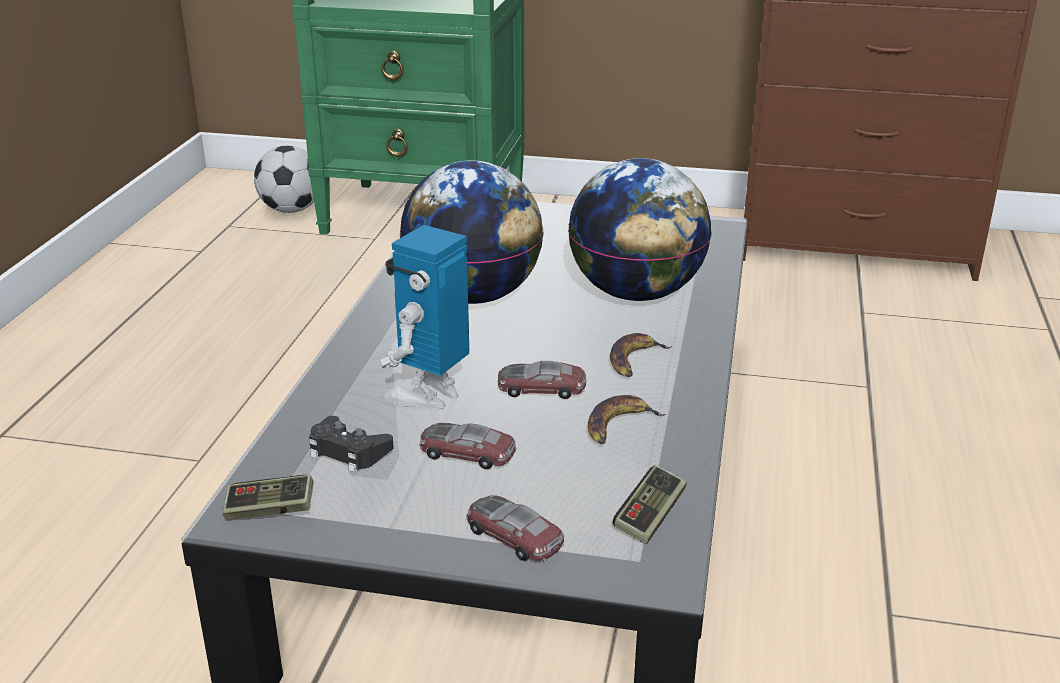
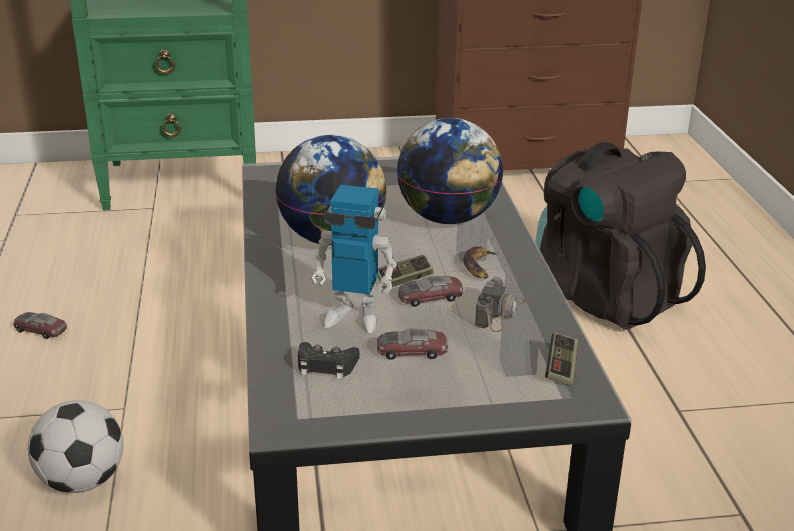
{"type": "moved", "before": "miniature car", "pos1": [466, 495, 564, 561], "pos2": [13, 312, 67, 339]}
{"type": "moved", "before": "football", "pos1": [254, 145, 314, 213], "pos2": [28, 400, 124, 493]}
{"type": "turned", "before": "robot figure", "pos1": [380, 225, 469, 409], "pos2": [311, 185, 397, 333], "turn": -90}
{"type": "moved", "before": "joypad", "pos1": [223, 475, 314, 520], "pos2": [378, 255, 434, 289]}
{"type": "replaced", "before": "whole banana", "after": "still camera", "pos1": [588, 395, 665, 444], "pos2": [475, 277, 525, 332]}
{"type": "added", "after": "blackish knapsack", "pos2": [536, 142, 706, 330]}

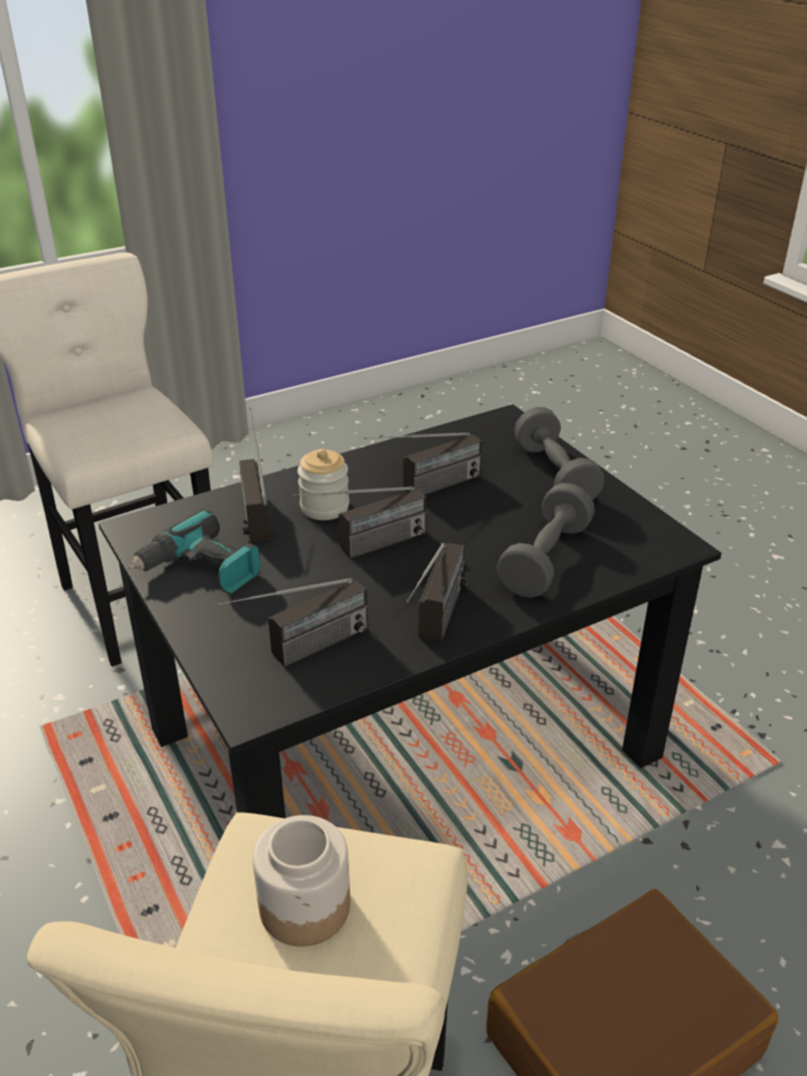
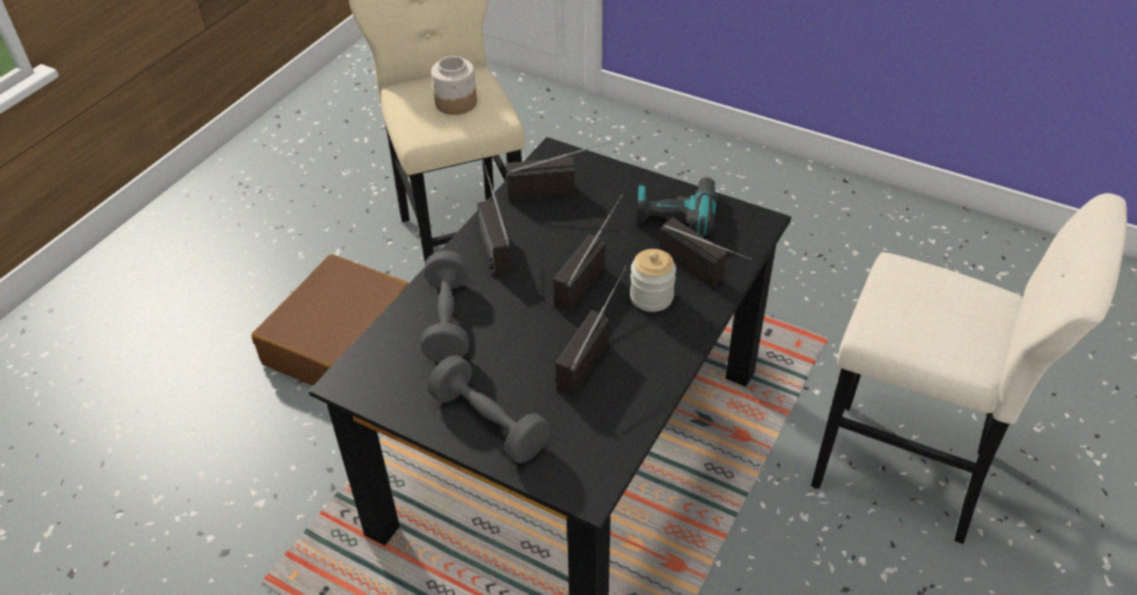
{"type": "turned", "before": "radio receiver", "pos1": [214, 578, 368, 667], "pos2": [506, 141, 612, 200], "turn": 60}

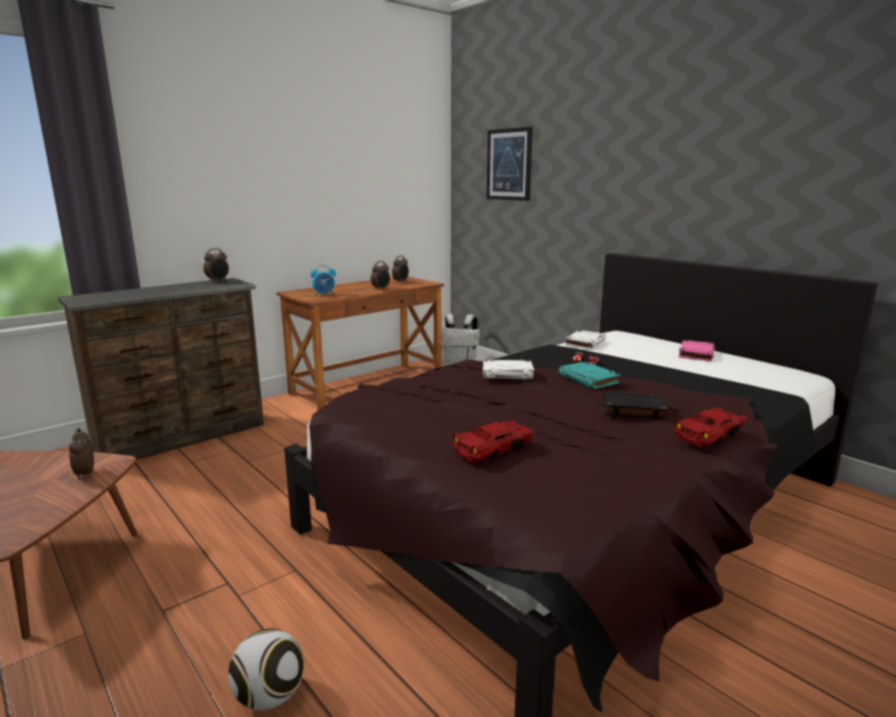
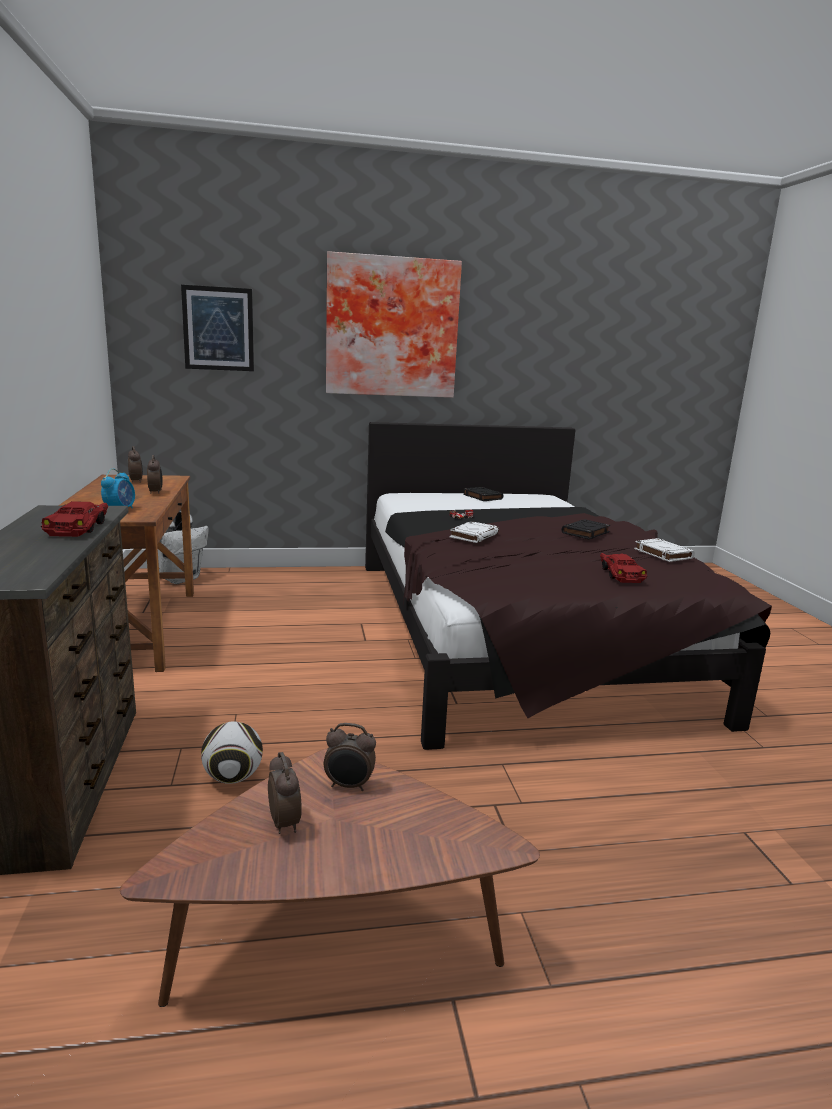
{"type": "moved", "before": "reddish miniature car", "pos1": [674, 408, 747, 447], "pos2": [41, 501, 108, 537]}
{"type": "moved", "before": "football", "pos1": [228, 629, 304, 710], "pos2": [201, 721, 263, 784]}
{"type": "moved", "before": "alarm clock", "pos1": [203, 248, 229, 282], "pos2": [268, 752, 302, 834]}
{"type": "added", "after": "wall art", "pos2": [326, 251, 462, 398]}
{"type": "recoloured", "before": "pink-coloured volume", "after": "blackish volume", "pos1": [679, 340, 715, 361], "pos2": [463, 487, 503, 501]}
{"type": "moved", "before": "white-coloured volume", "pos1": [565, 330, 606, 349], "pos2": [634, 538, 695, 562]}
{"type": "removed", "before": "turquoise volume", "pos1": [558, 361, 621, 389]}

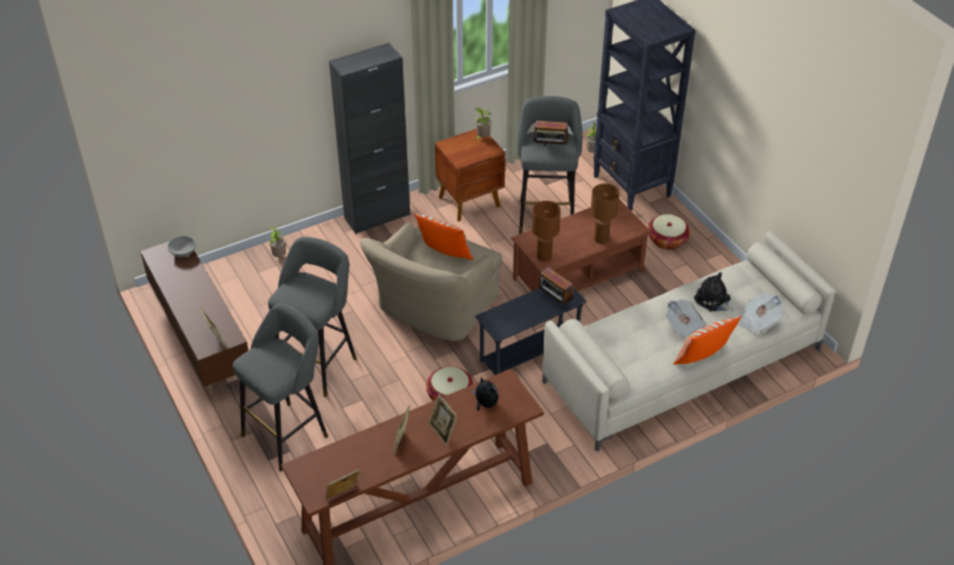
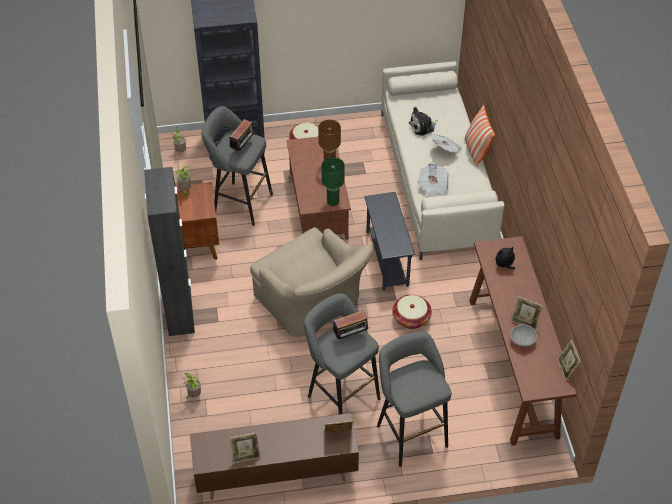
{"type": "moved", "before": "standing frame", "pos1": [429, 394, 457, 446], "pos2": [230, 432, 260, 463]}
{"type": "recoloured", "before": "brown-coloured tabletop lamp", "after": "green tabletop lamp", "pos1": [532, 201, 561, 262], "pos2": [321, 157, 345, 206]}
{"type": "moved", "before": "radio receiver", "pos1": [539, 267, 574, 306], "pos2": [333, 310, 370, 339]}
{"type": "moved", "before": "printed paper", "pos1": [737, 292, 784, 335], "pos2": [418, 163, 449, 197]}
{"type": "moved", "before": "greyish serving bowl", "pos1": [167, 236, 196, 257], "pos2": [510, 324, 537, 347]}
{"type": "removed", "before": "throw pillow", "pos1": [414, 213, 474, 260]}

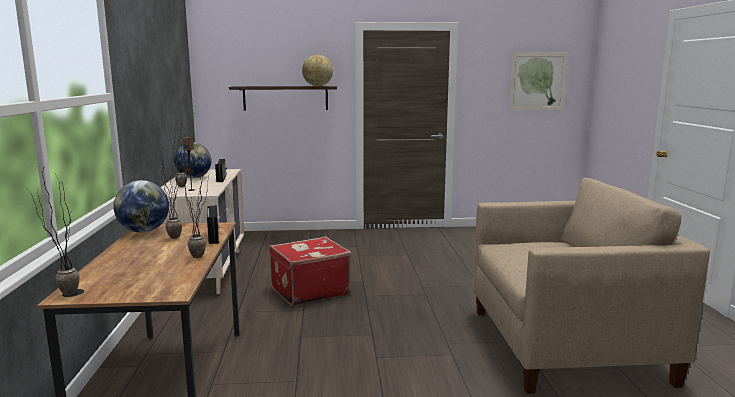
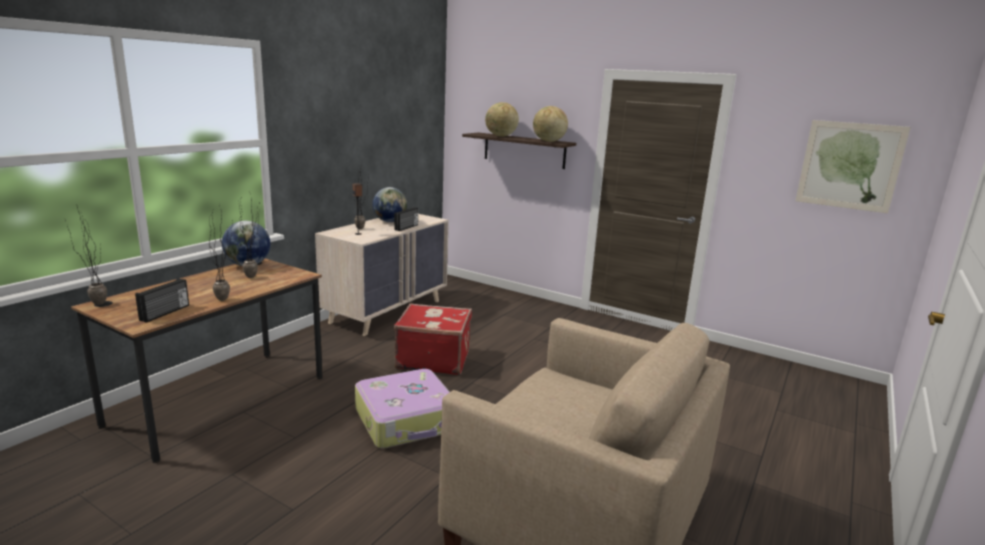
{"type": "moved", "before": "radio receiver", "pos1": [207, 205, 220, 244], "pos2": [135, 278, 189, 323]}
{"type": "added", "after": "piece of luggage", "pos2": [355, 369, 450, 448]}
{"type": "added", "after": "world globe", "pos2": [485, 102, 519, 137]}

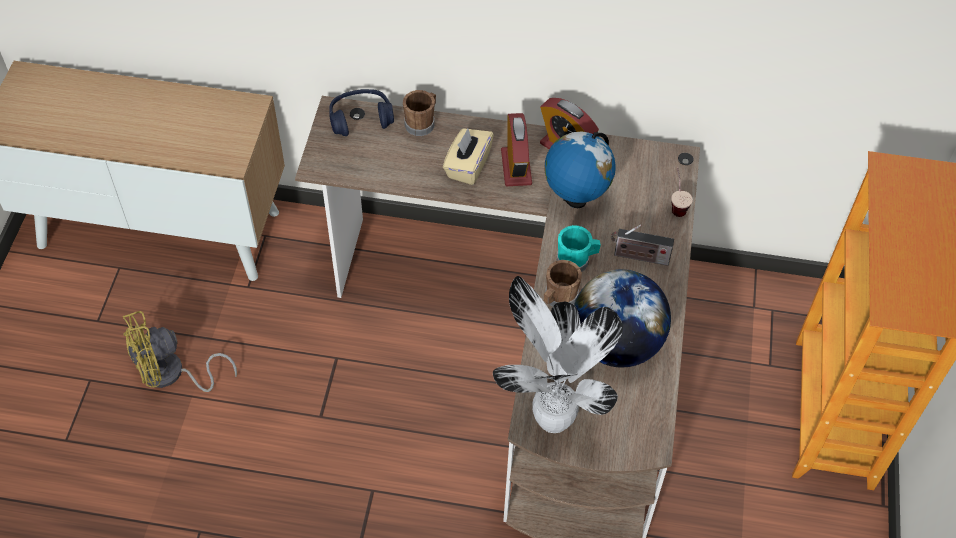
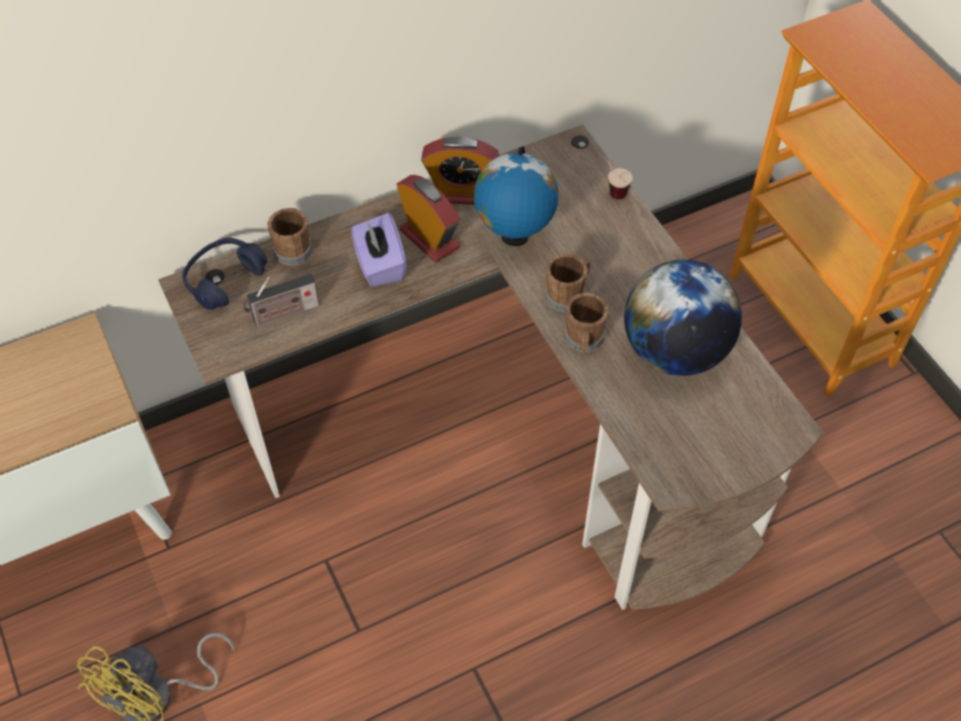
{"type": "moved", "before": "radio receiver", "pos1": [611, 225, 674, 266], "pos2": [242, 274, 319, 327]}
{"type": "recoloured", "before": "sand-coloured box of tissues", "after": "purple-coloured box of tissues", "pos1": [443, 128, 494, 185], "pos2": [351, 213, 407, 287]}
{"type": "recoloured", "before": "turquoise tea mug", "after": "brown-coloured tea mug", "pos1": [557, 225, 601, 272], "pos2": [545, 254, 591, 312]}
{"type": "removed", "before": "houseplant", "pos1": [493, 276, 623, 433]}

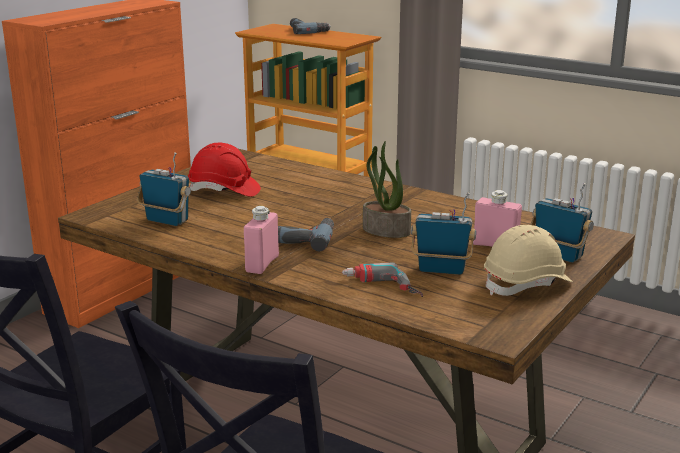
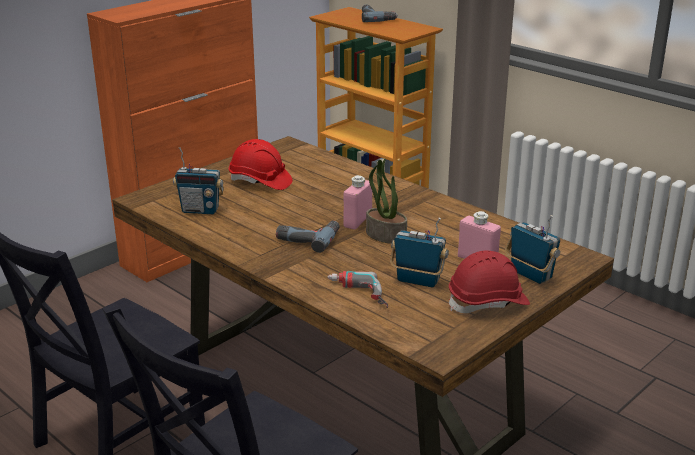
{"type": "turned", "before": "radio receiver", "pos1": [137, 152, 191, 226], "pos2": [173, 147, 224, 214], "turn": 150}
{"type": "moved", "before": "pink-coloured drink bottle", "pos1": [244, 206, 279, 274], "pos2": [343, 175, 372, 230]}
{"type": "recoloured", "before": "sand-coloured hard hat", "after": "reddish hard hat", "pos1": [484, 225, 573, 296], "pos2": [449, 250, 530, 313]}

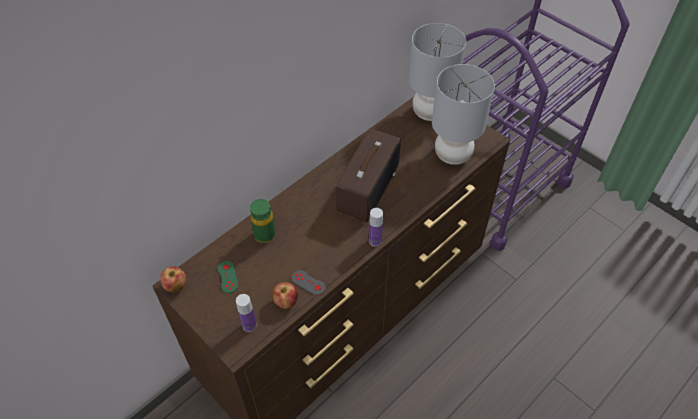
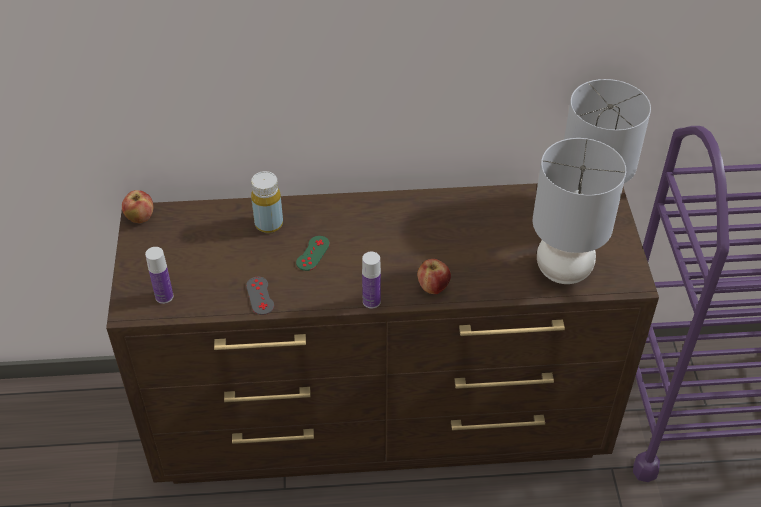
{"type": "recoloured", "before": "green drink bottle", "after": "yellow-coloured drink bottle", "pos1": [250, 199, 276, 243], "pos2": [251, 171, 283, 233]}
{"type": "moved", "before": "green joypad", "pos1": [218, 261, 238, 293], "pos2": [296, 236, 330, 271]}
{"type": "moved", "before": "apple", "pos1": [272, 283, 298, 309], "pos2": [417, 259, 451, 294]}
{"type": "removed", "before": "radio receiver", "pos1": [336, 129, 401, 222]}

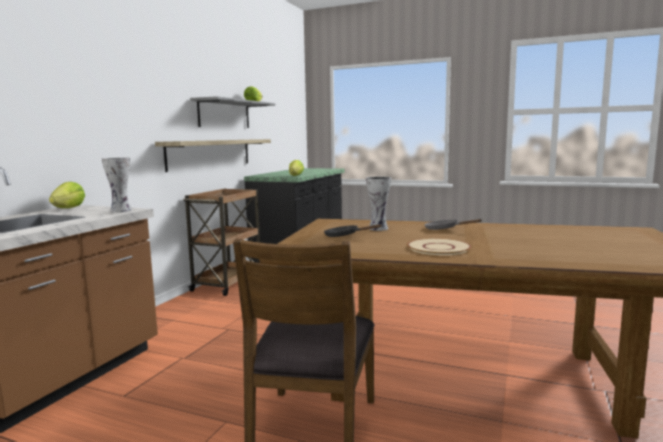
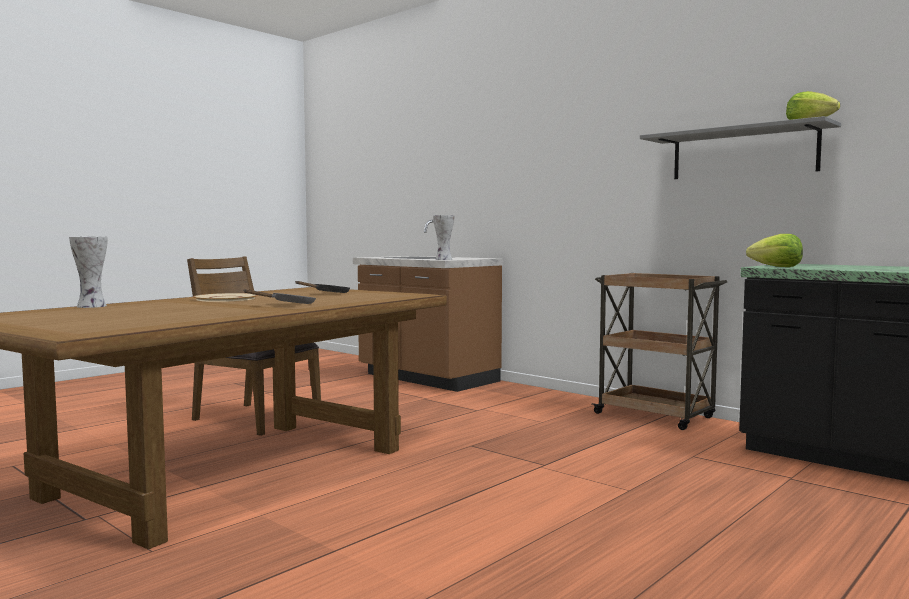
{"type": "moved", "before": "flower vase", "pos1": [366, 177, 391, 231], "pos2": [69, 237, 108, 308]}
{"type": "removed", "before": "head of lettuce", "pos1": [49, 182, 85, 208]}
{"type": "removed", "before": "wall shelf", "pos1": [155, 139, 271, 172]}

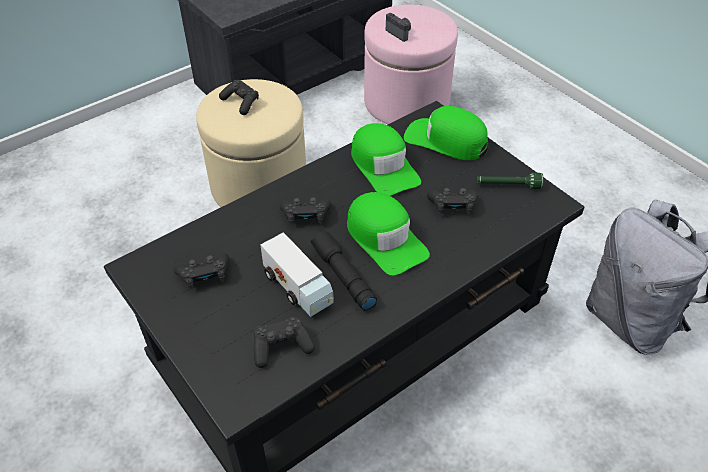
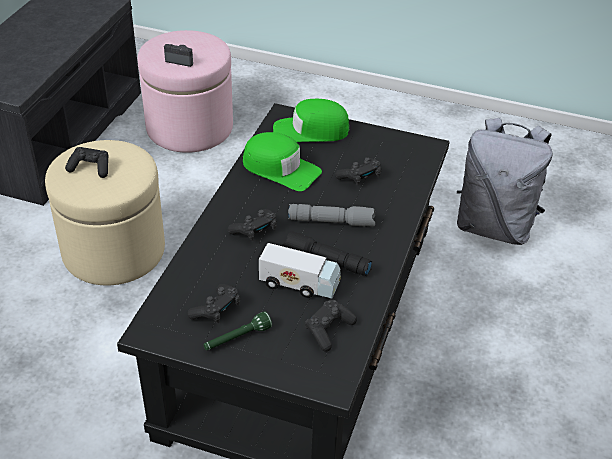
{"type": "moved", "before": "green hand torch", "pos1": [477, 173, 544, 189], "pos2": [204, 311, 272, 350]}
{"type": "replaced", "before": "green baseball cap", "after": "greyish hand torch", "pos1": [347, 192, 430, 275], "pos2": [288, 204, 376, 227]}

